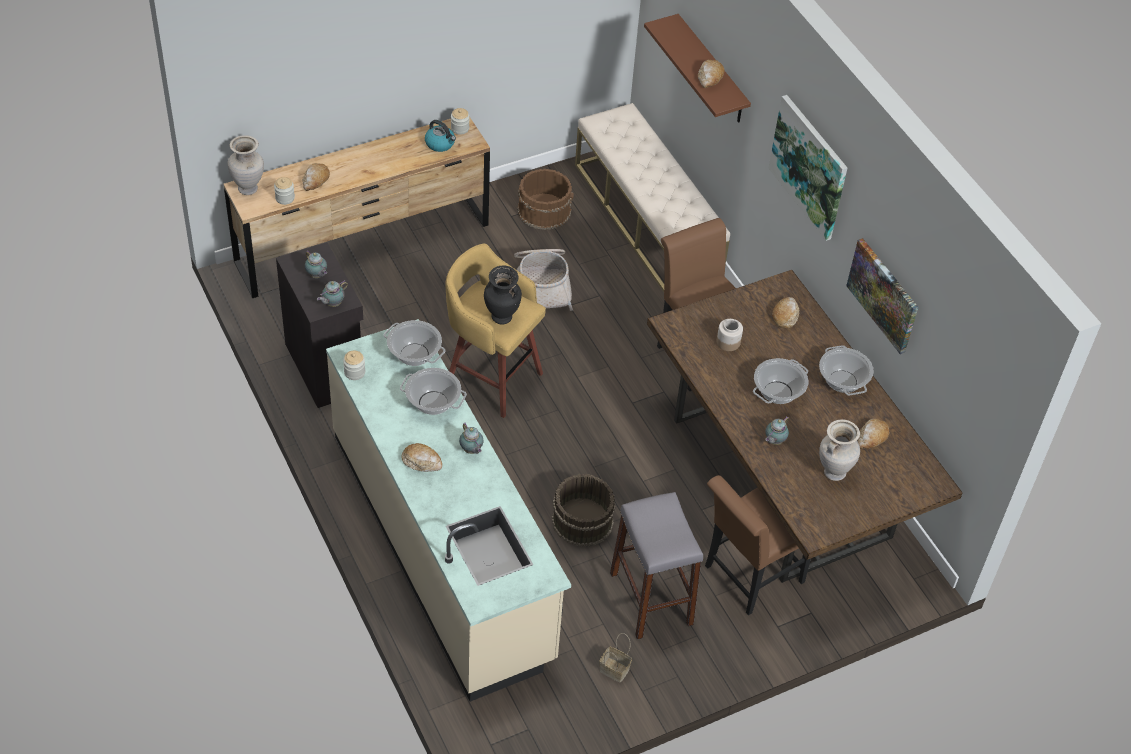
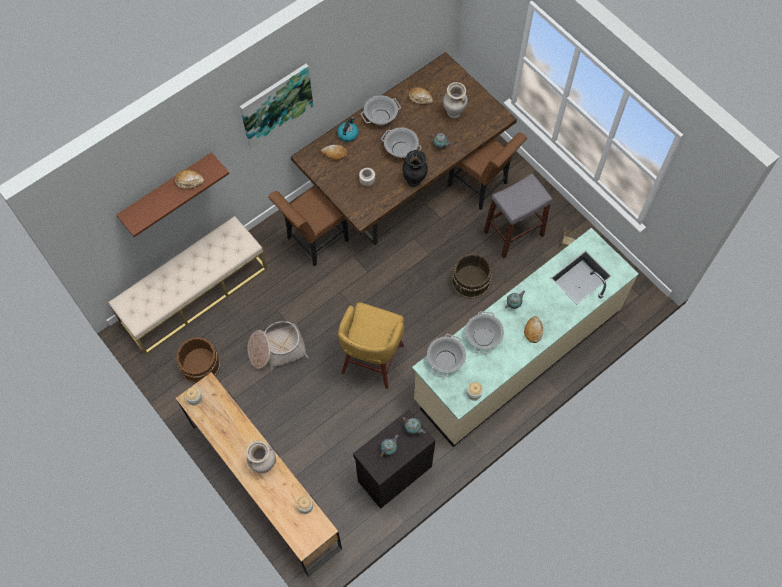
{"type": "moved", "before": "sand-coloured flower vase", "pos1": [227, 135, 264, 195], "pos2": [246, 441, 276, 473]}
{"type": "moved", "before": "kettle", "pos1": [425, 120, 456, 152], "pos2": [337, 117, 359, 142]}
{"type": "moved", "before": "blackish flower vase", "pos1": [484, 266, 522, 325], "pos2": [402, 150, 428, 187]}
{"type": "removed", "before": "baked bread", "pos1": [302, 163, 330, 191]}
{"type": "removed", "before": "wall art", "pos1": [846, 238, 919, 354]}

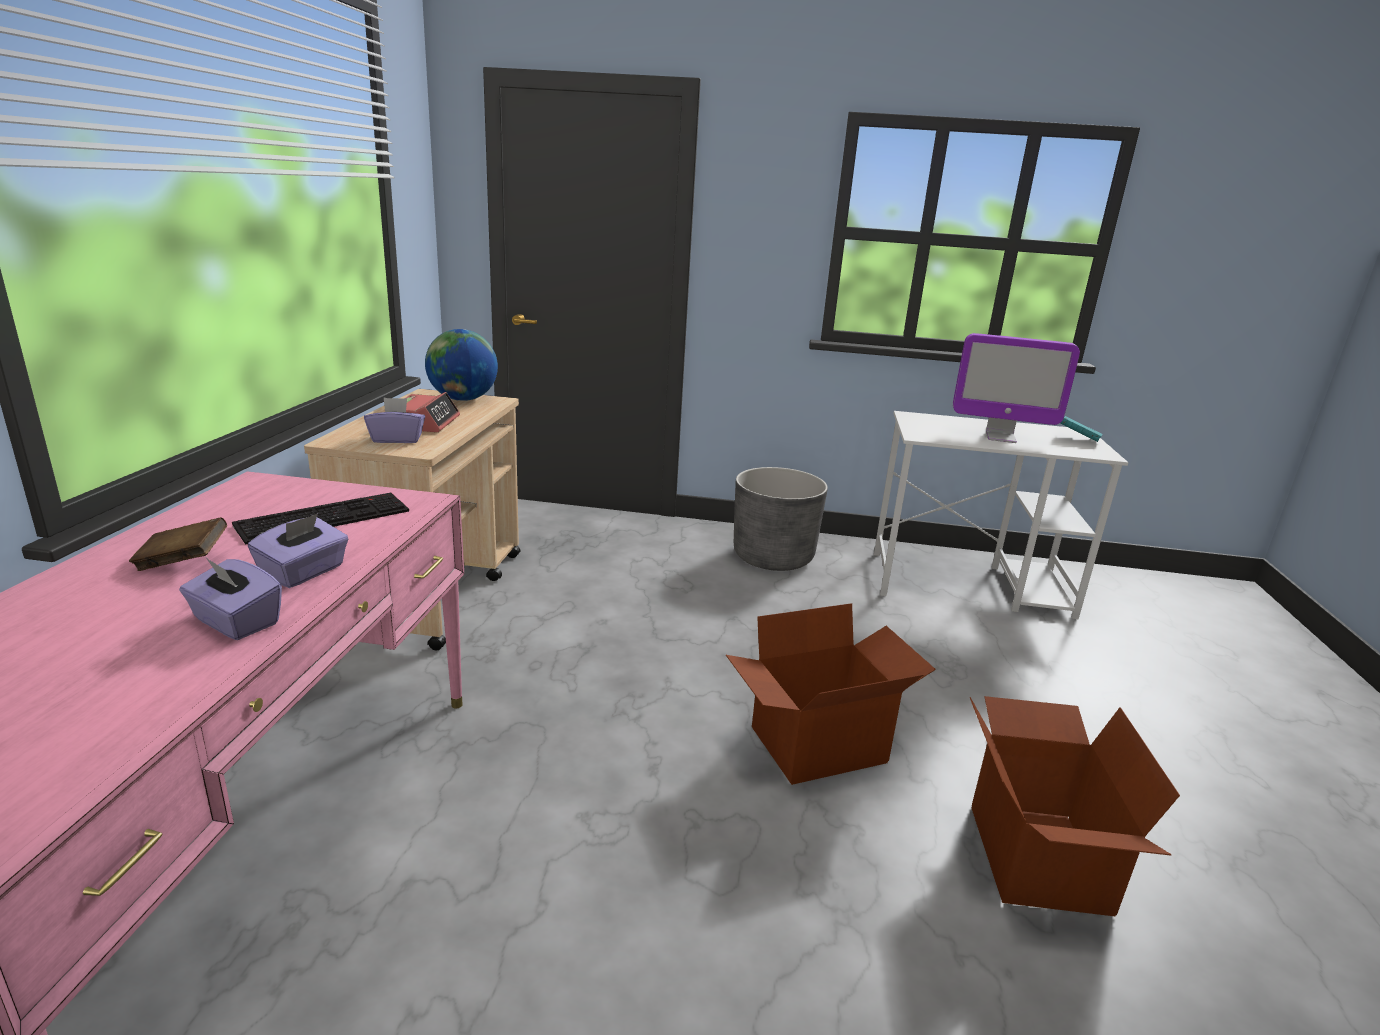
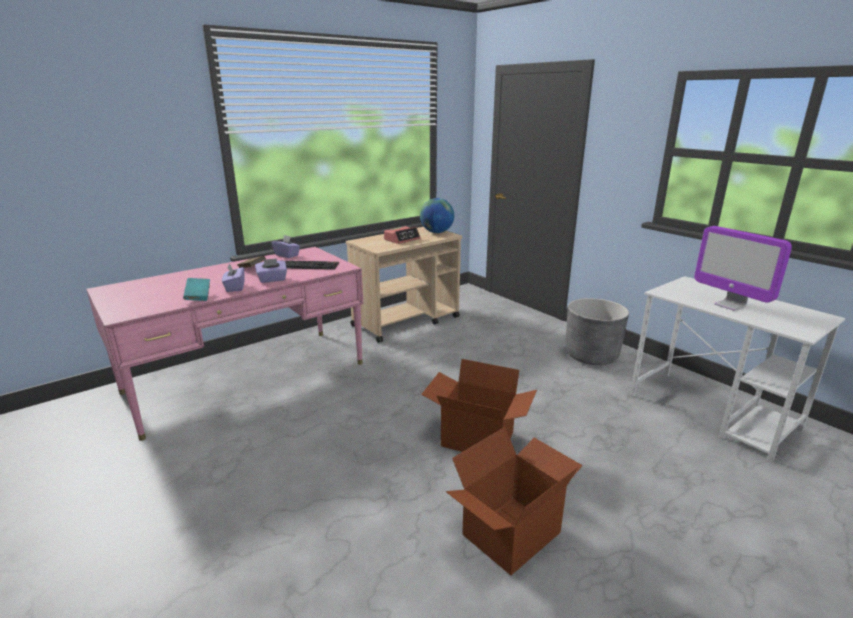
{"type": "moved", "before": "turquoise volume", "pos1": [1061, 416, 1102, 442], "pos2": [183, 278, 210, 301]}
{"type": "moved", "before": "purple-coloured box of tissues", "pos1": [364, 398, 425, 443], "pos2": [271, 235, 300, 258]}

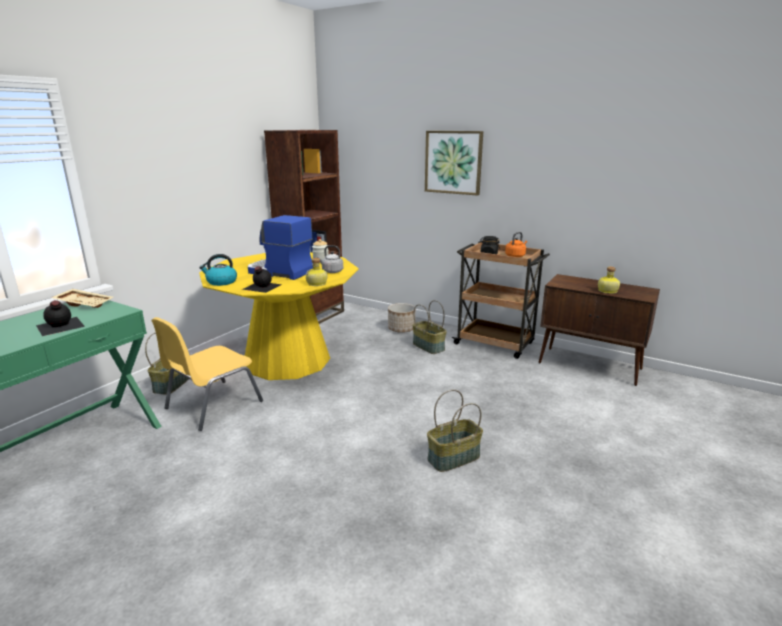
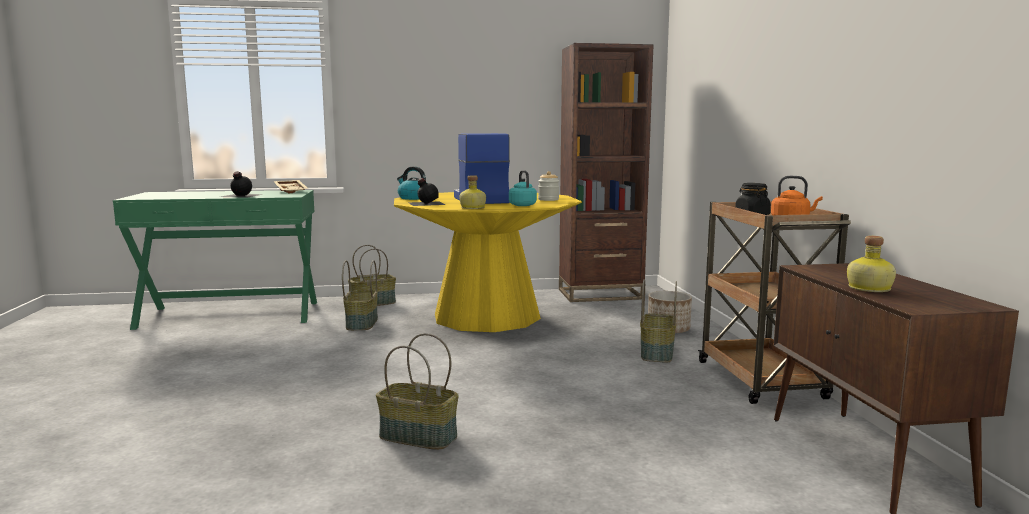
{"type": "replaced", "before": "yellow-coloured plain chair", "after": "storage basket", "pos1": [151, 317, 263, 431], "pos2": [342, 260, 378, 330]}
{"type": "recoloured", "before": "greyish kettle", "after": "turquoise kettle", "pos1": [317, 245, 343, 273], "pos2": [509, 170, 537, 206]}
{"type": "removed", "before": "wall art", "pos1": [425, 131, 483, 196]}

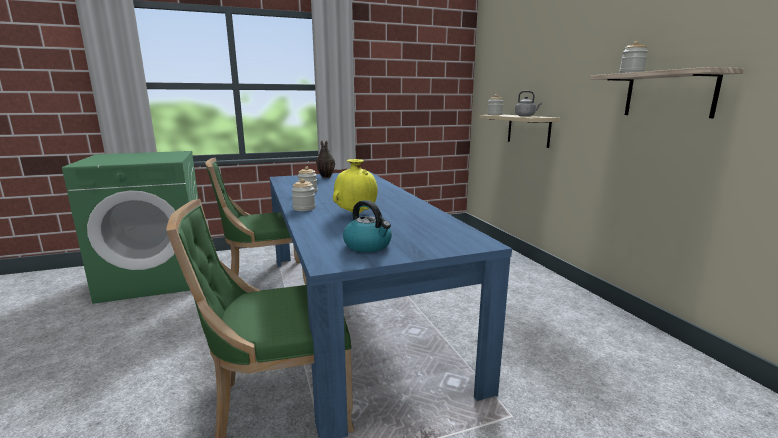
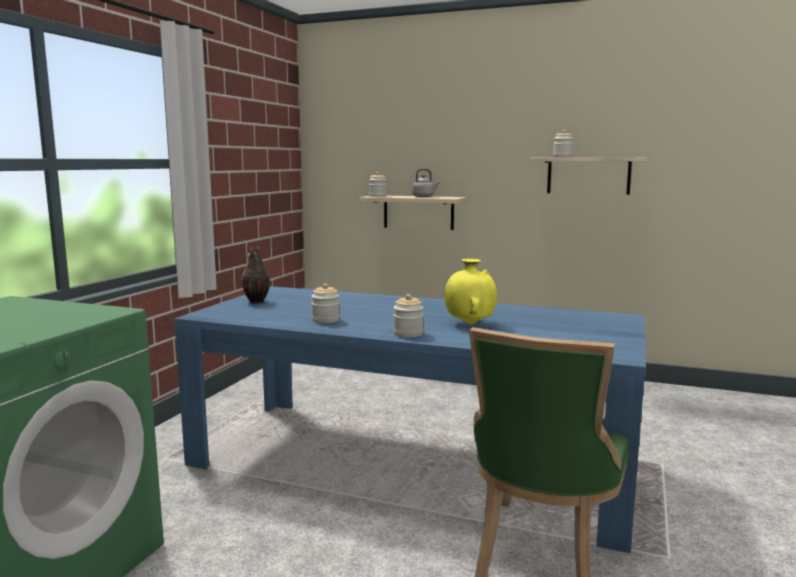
{"type": "removed", "before": "green plain chair", "pos1": [205, 157, 307, 285]}
{"type": "removed", "before": "kettle", "pos1": [343, 200, 392, 252]}

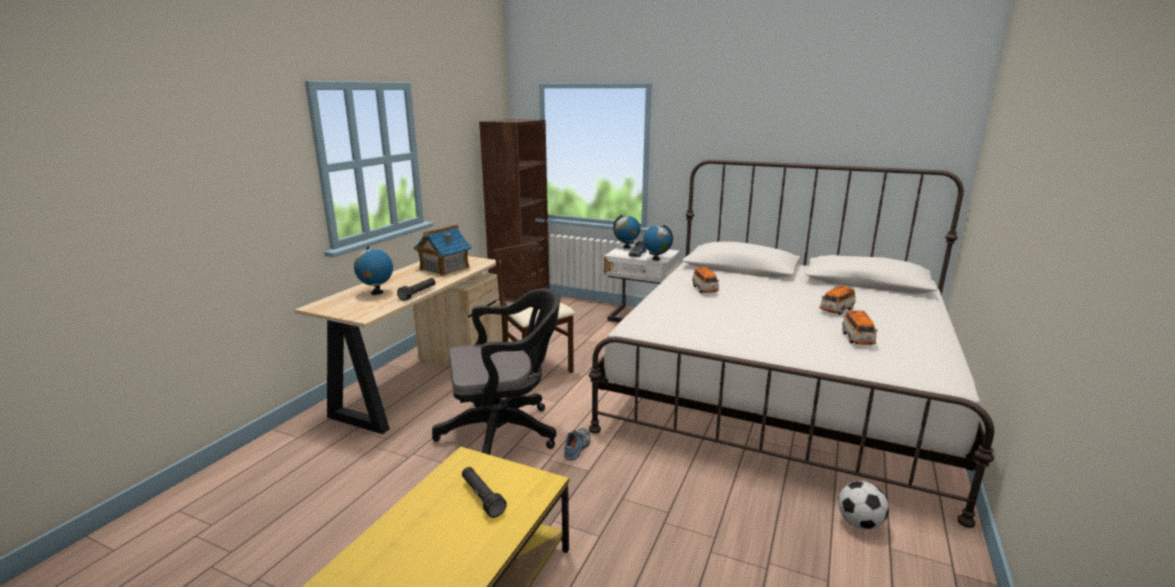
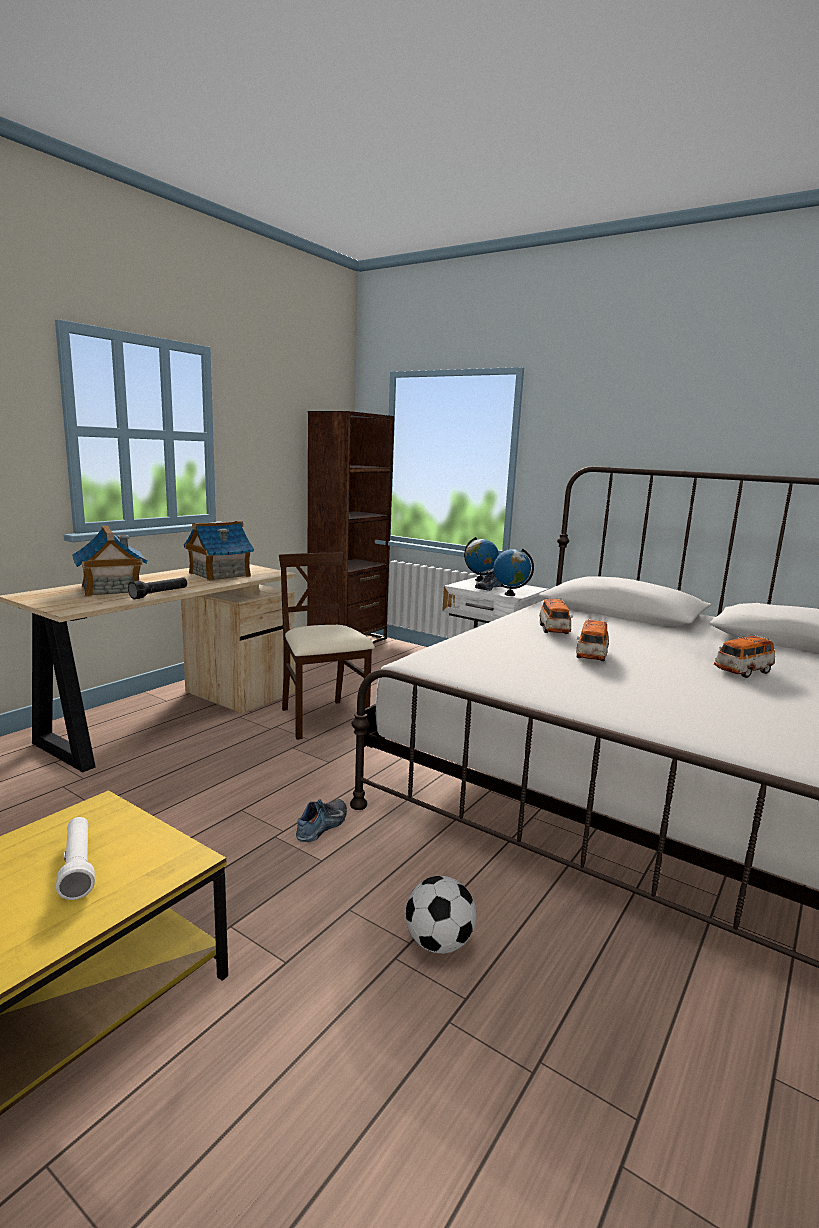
{"type": "recoloured", "before": "blackish hand torch", "after": "white-coloured hand torch", "pos1": [462, 467, 507, 518], "pos2": [56, 817, 95, 900]}
{"type": "replaced", "before": "world globe", "after": "miniature house", "pos1": [354, 246, 393, 295], "pos2": [72, 526, 148, 597]}
{"type": "moved", "before": "football", "pos1": [838, 481, 889, 530], "pos2": [406, 876, 476, 954]}
{"type": "moved", "before": "miniature car", "pos1": [842, 310, 878, 345], "pos2": [576, 618, 609, 662]}
{"type": "removed", "before": "blackish computer chair", "pos1": [432, 288, 560, 455]}

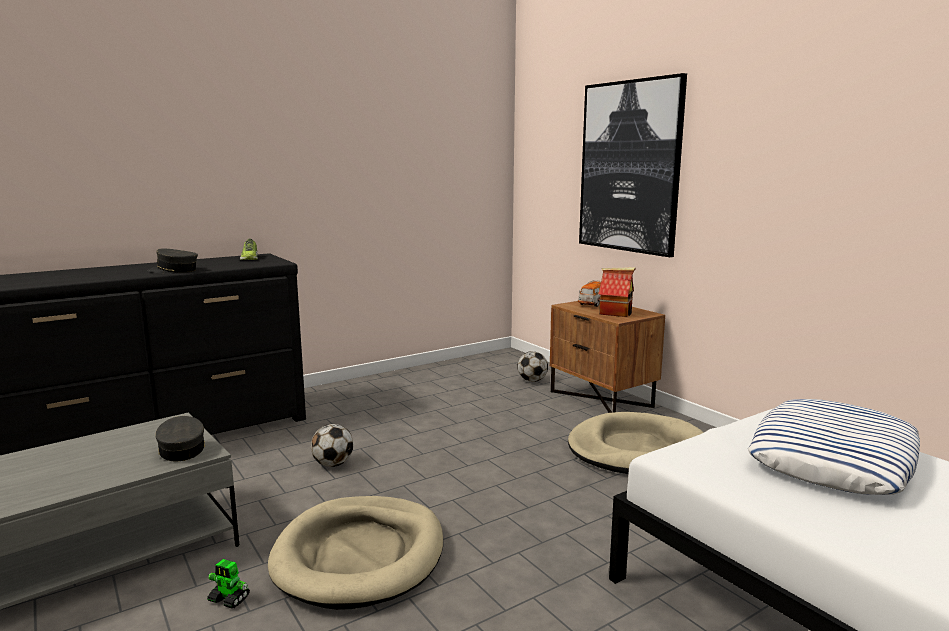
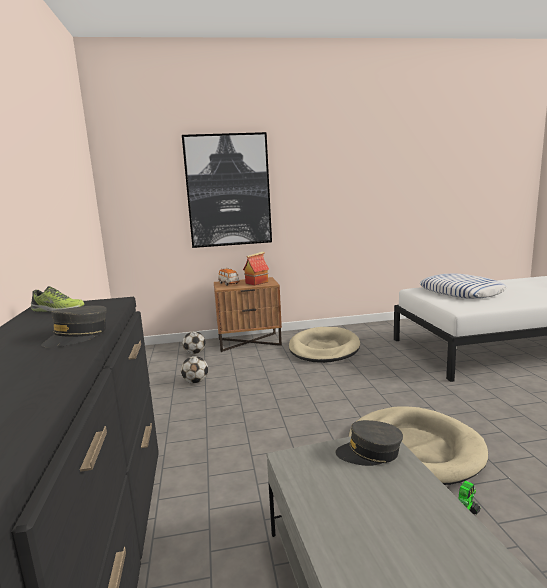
{"type": "moved", "before": "football", "pos1": [311, 424, 353, 467], "pos2": [181, 356, 208, 383]}

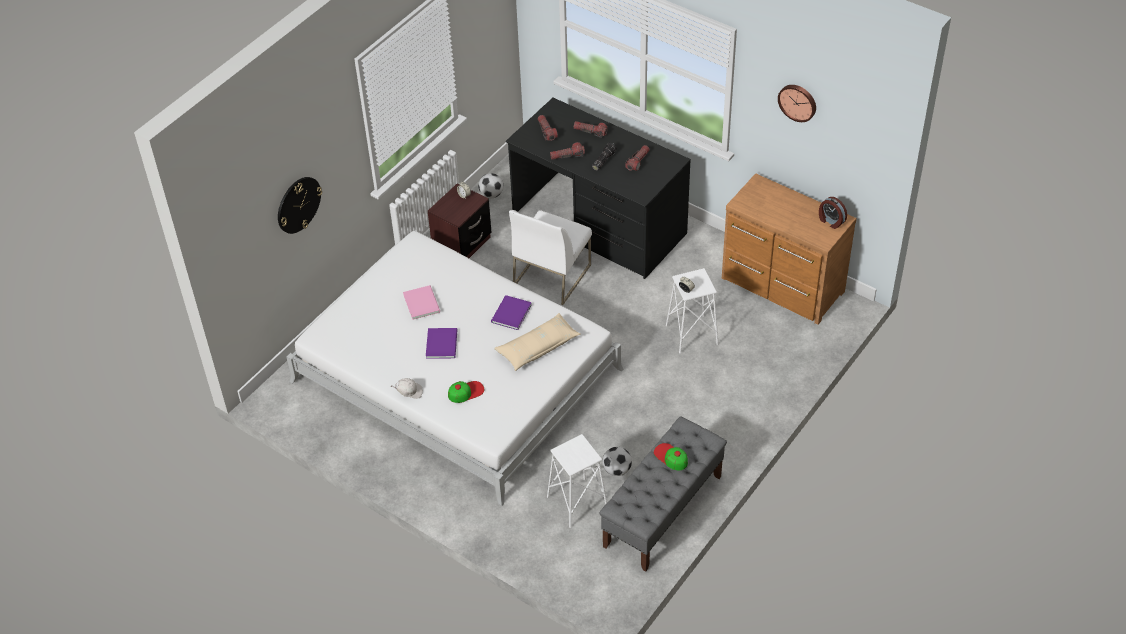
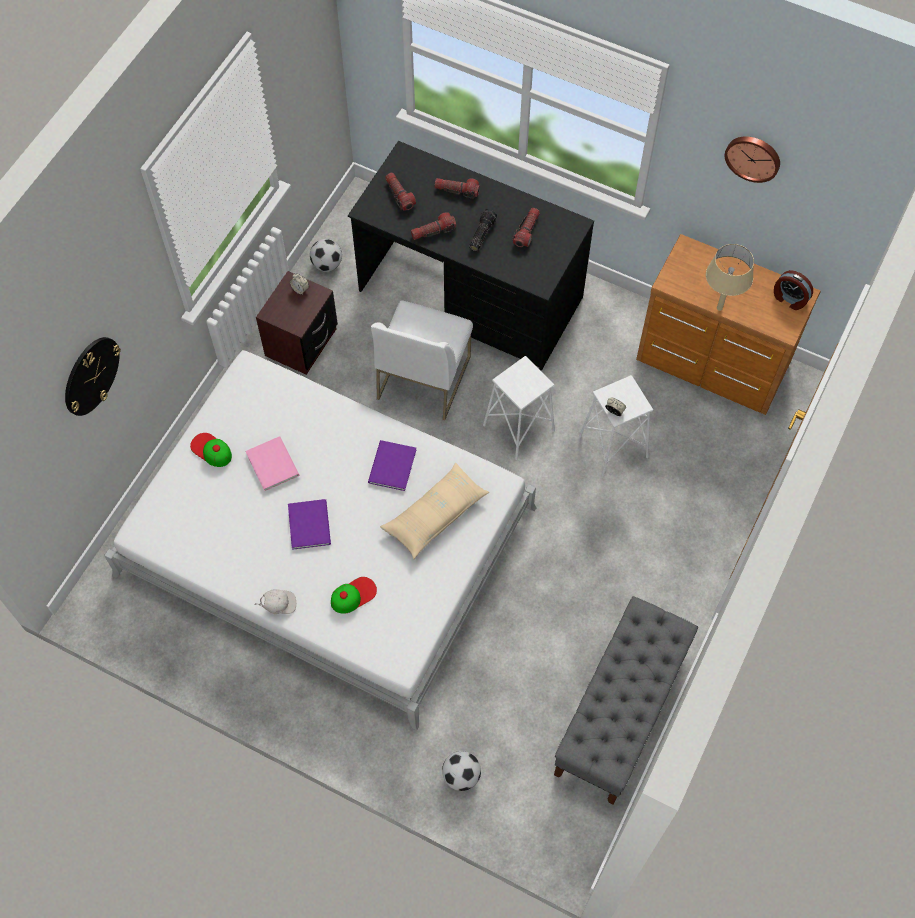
{"type": "moved", "before": "baseball cap", "pos1": [654, 443, 688, 470], "pos2": [190, 433, 232, 467]}
{"type": "moved", "before": "football", "pos1": [602, 446, 632, 476], "pos2": [442, 751, 481, 791]}
{"type": "moved", "before": "white-coloured stool seat", "pos1": [547, 434, 607, 528], "pos2": [483, 356, 555, 460]}
{"type": "added", "after": "sand-coloured tabletop lamp", "pos2": [706, 244, 754, 311]}

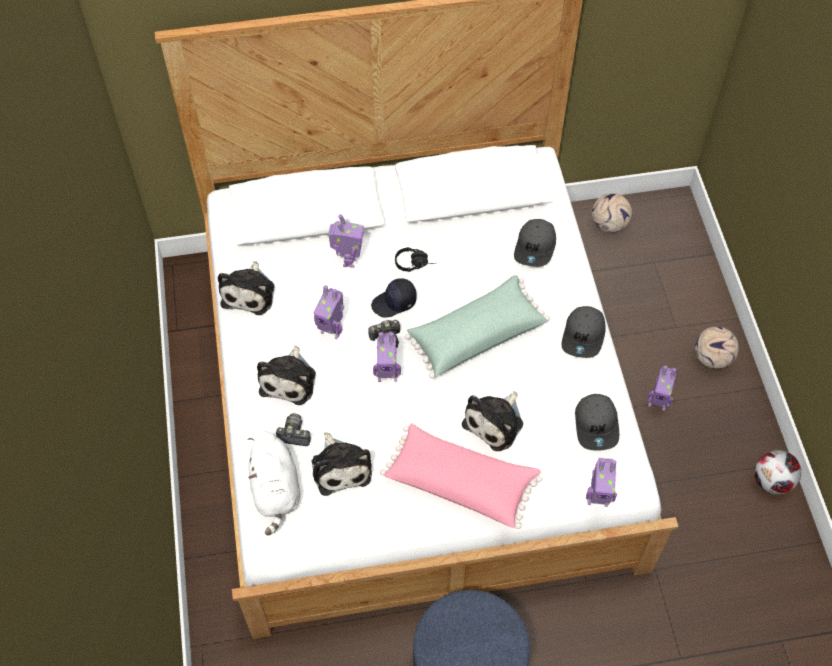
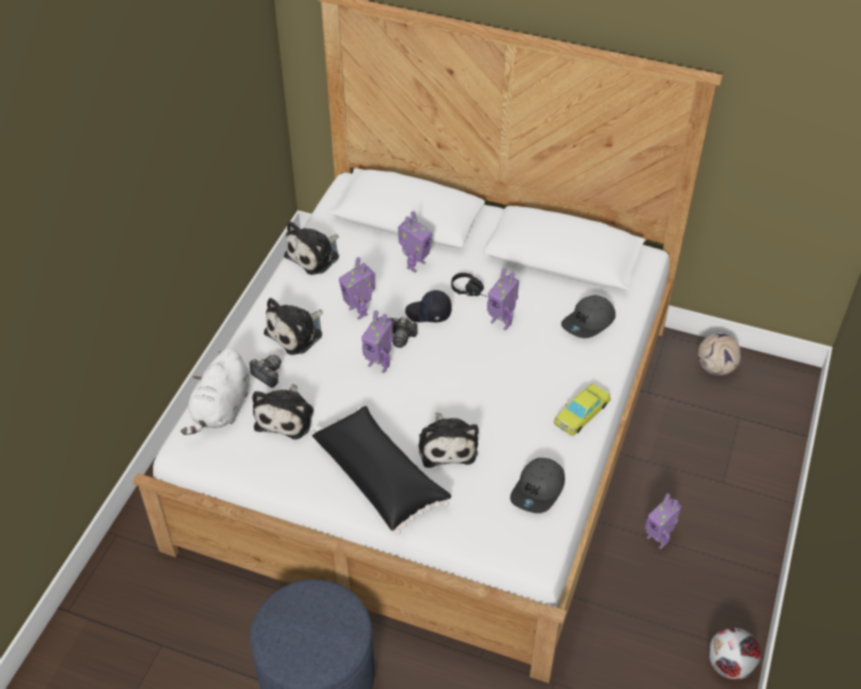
{"type": "recoloured", "before": "pink-coloured throw pillow", "after": "blackish throw pillow", "pos1": [380, 423, 542, 529], "pos2": [311, 406, 451, 535]}
{"type": "turned", "before": "plush toy", "pos1": [462, 391, 523, 451], "pos2": [419, 413, 478, 468], "turn": -75}
{"type": "moved", "before": "robot figure", "pos1": [586, 458, 617, 507], "pos2": [487, 268, 519, 331]}
{"type": "replaced", "before": "greyish baseball cap", "after": "yellow-coloured miniature car", "pos1": [561, 306, 606, 358], "pos2": [554, 384, 611, 436]}
{"type": "removed", "before": "green throw pillow", "pos1": [405, 275, 550, 378]}
{"type": "removed", "before": "football", "pos1": [695, 327, 739, 369]}

